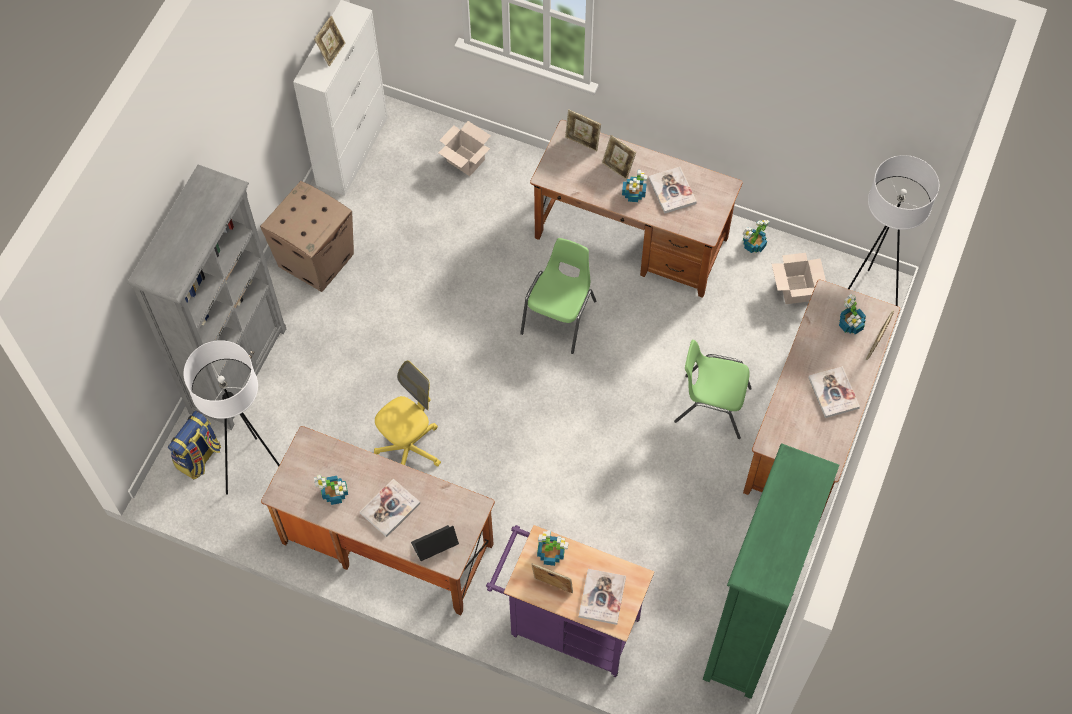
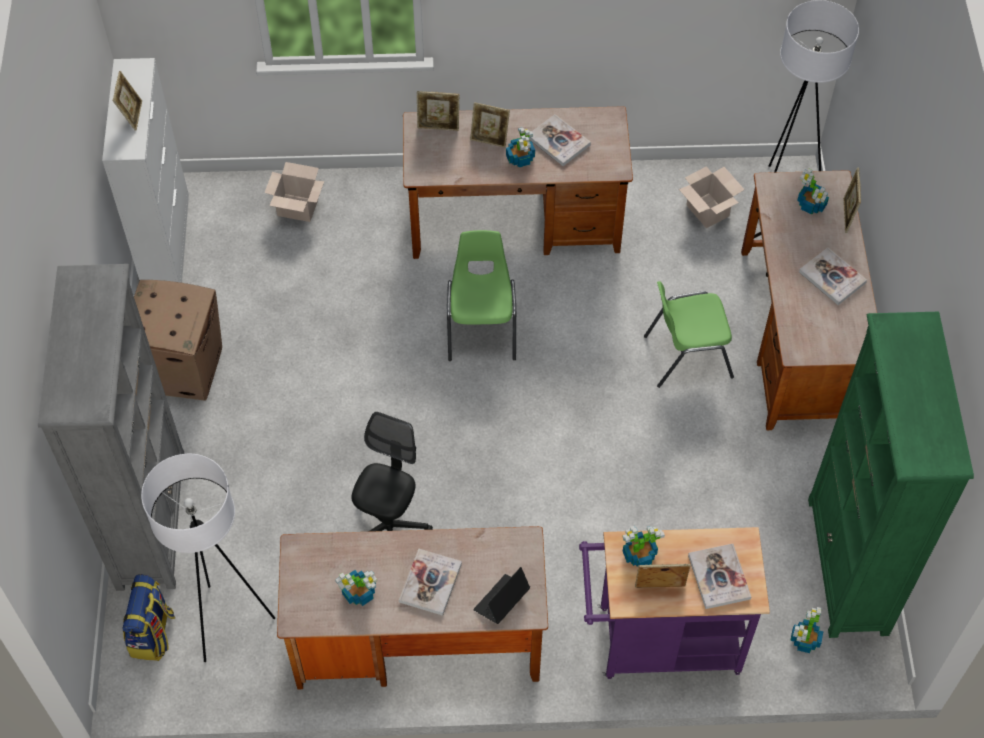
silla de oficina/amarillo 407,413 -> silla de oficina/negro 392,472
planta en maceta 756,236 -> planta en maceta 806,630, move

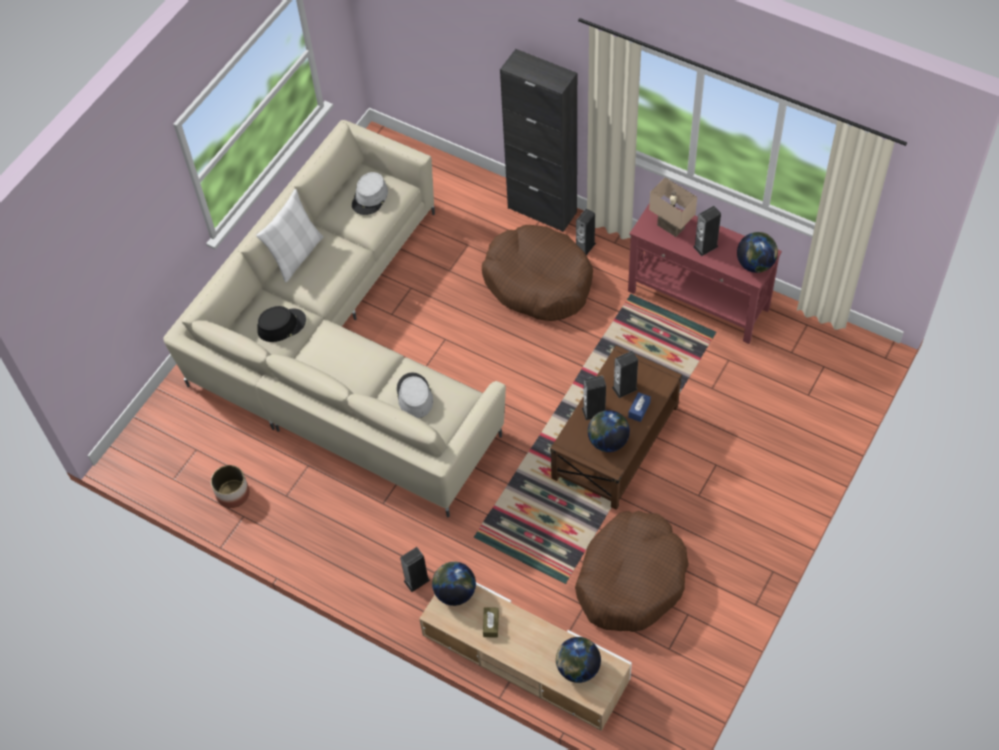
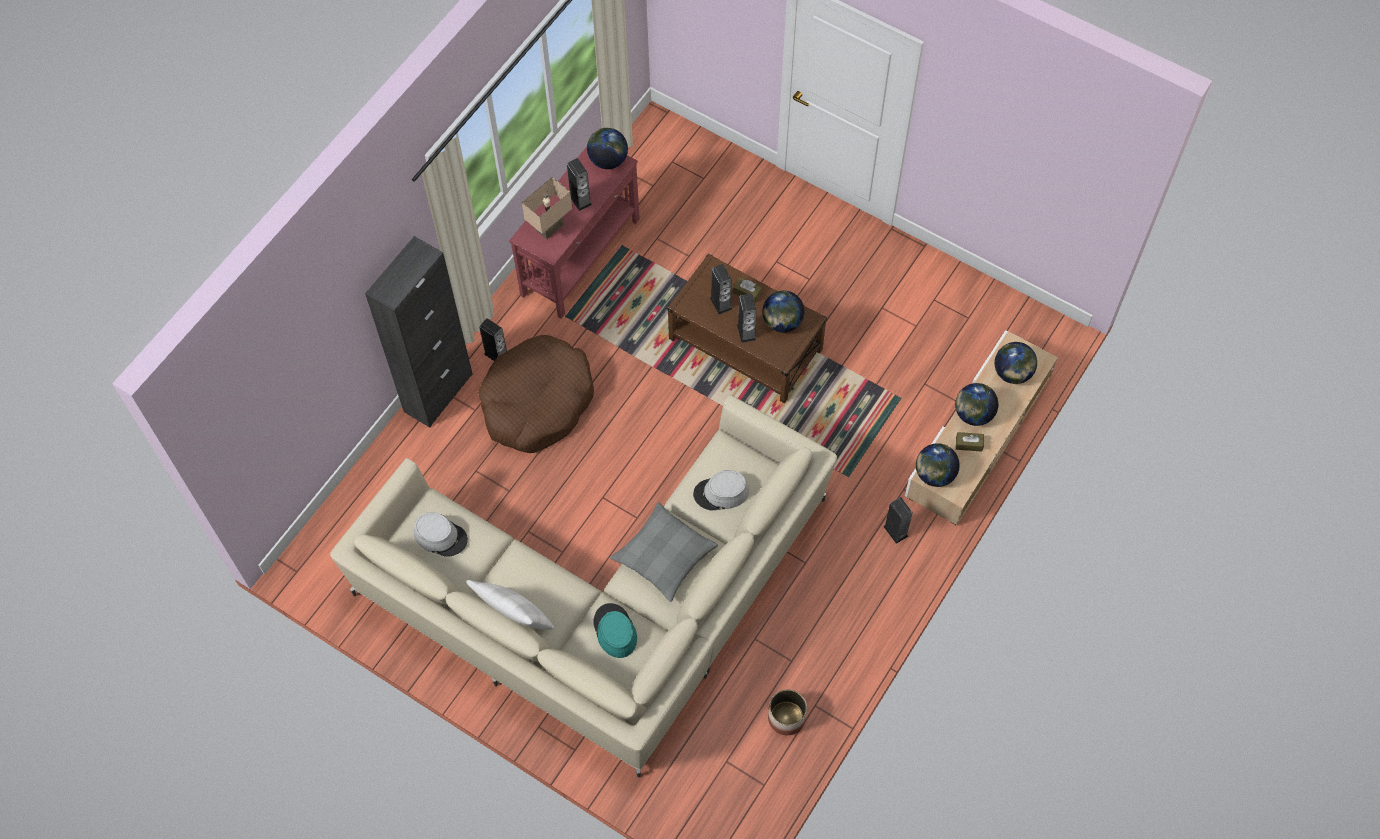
sombrero/negro 281,324 -> sombrero/turquesa 615,630
none -> cojín/gris 664,552
caja de pañuelos/azul 639,407 -> caja de pañuelos/marrón 747,290
none -> globo terráqueo 976,404
cama para perro/marrón 632,571 -> none

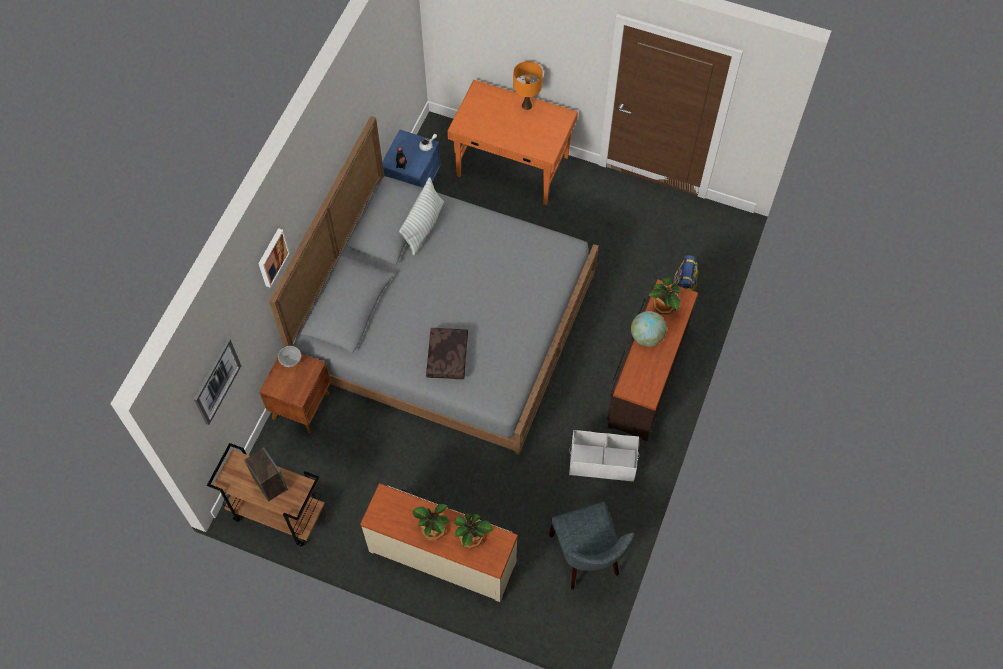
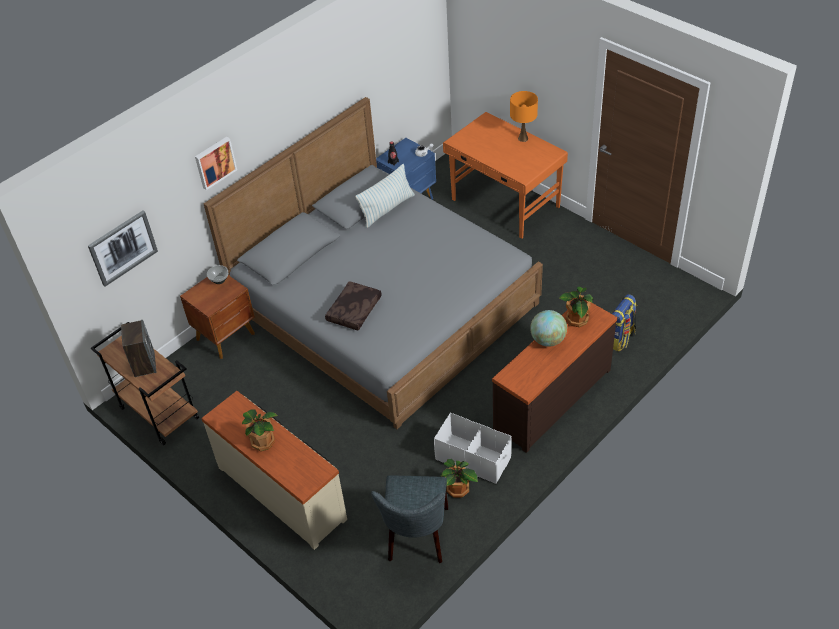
planta en maceta 473,531 -> planta en maceta 459,478, move

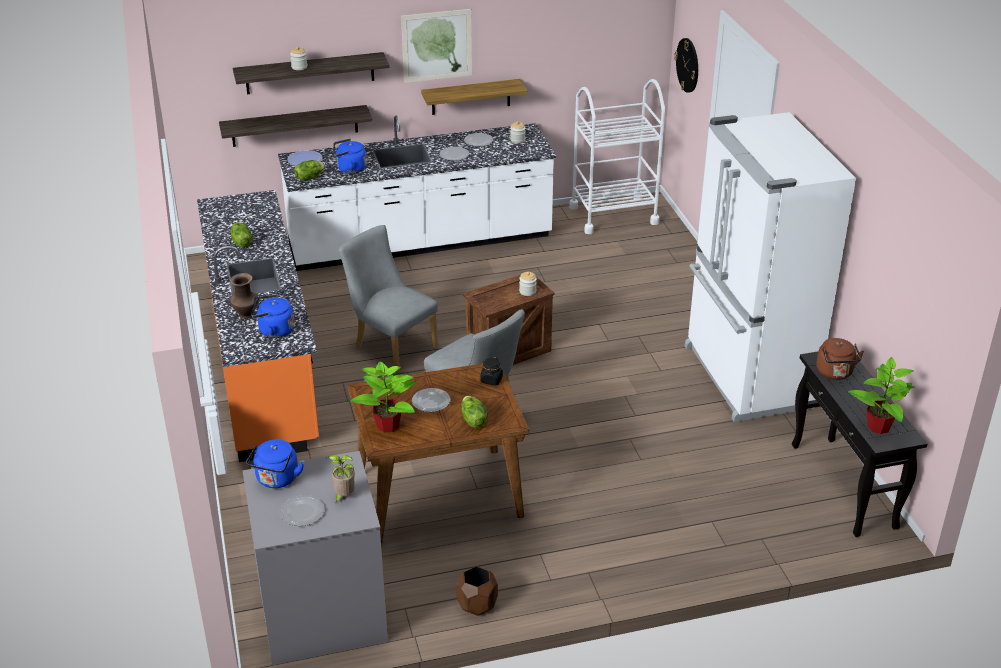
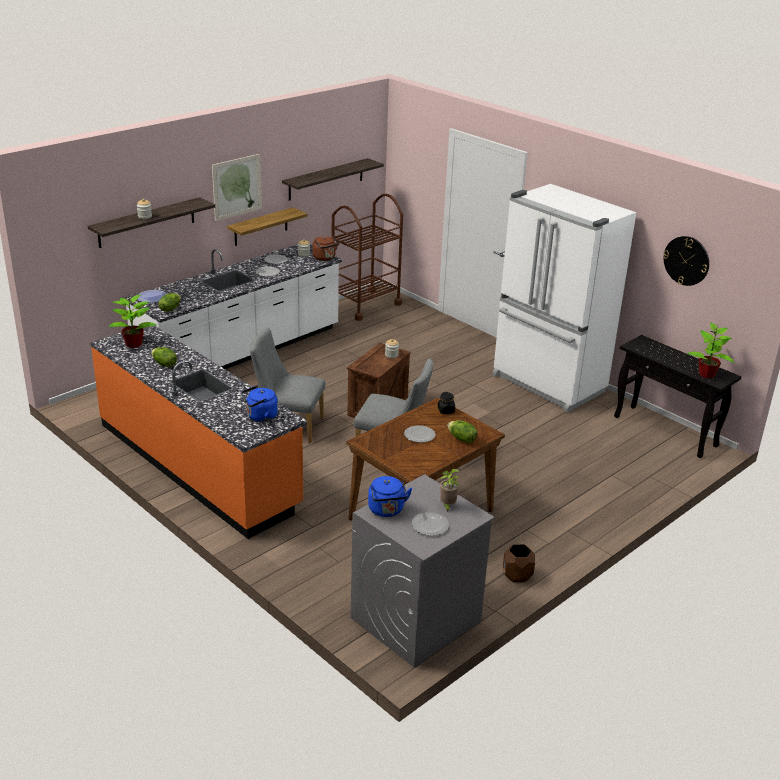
planta en maceta 383,397 -> planta en maceta 132,321, move
estante 295,126 -> estante 333,179, move
hervidor/marrón 840,359 -> hervidor/marrón 326,248, move
carrito/blanco 617,156 -> carrito/marrón 367,257
reloj de pared 686,65 -> reloj de pared 686,261, move
florero/marrón 244,296 -> none
hervidor/azul 350,156 -> none

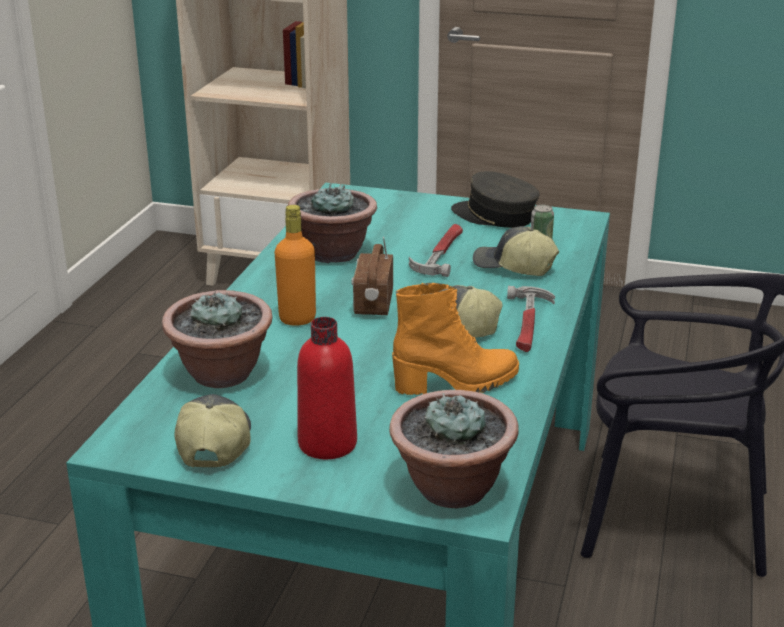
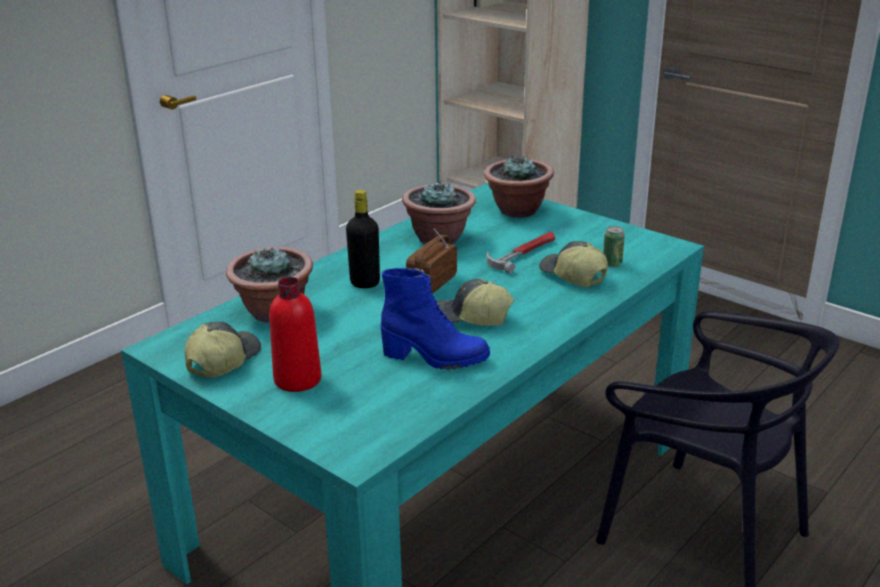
botella/naranja 295,265 -> botella/negro 363,239
bota/naranja 455,339 -> bota/azul 435,319
planta en maceta 454,449 -> planta en maceta 519,186, move
gorra/gris 495,199 -> none
martillo 531,319 -> none

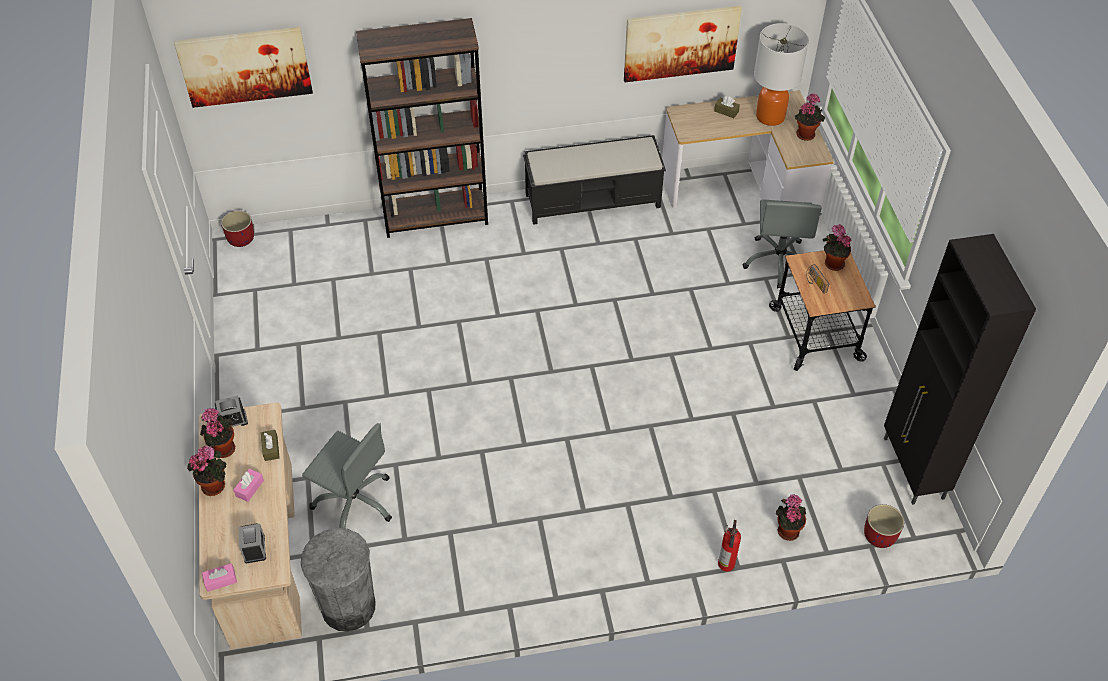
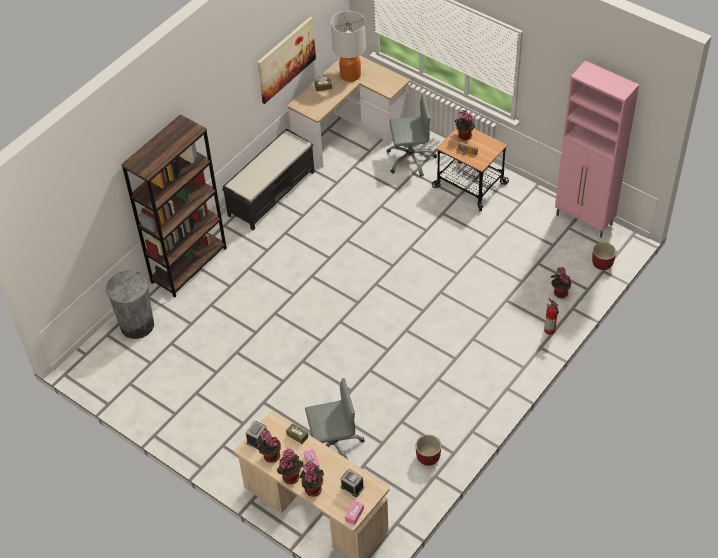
papelera/gris 338,580 -> papelera/gris 130,305, move
planta en maceta 810,117 -> planta en maceta 312,479, move
silla de oficina/gris 782,244 -> silla de oficina/gris 411,135, 60 degrees counterclockwise
maceta/rojo 237,229 -> maceta/rojo 428,450, move
armario/negro 960,369 -> armario/rosa 597,149
cuadro 243,67 -> none

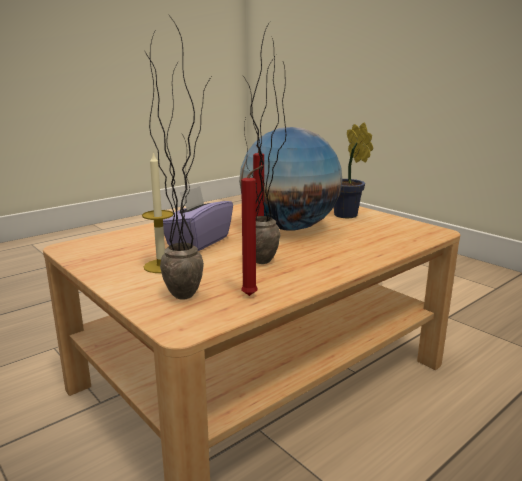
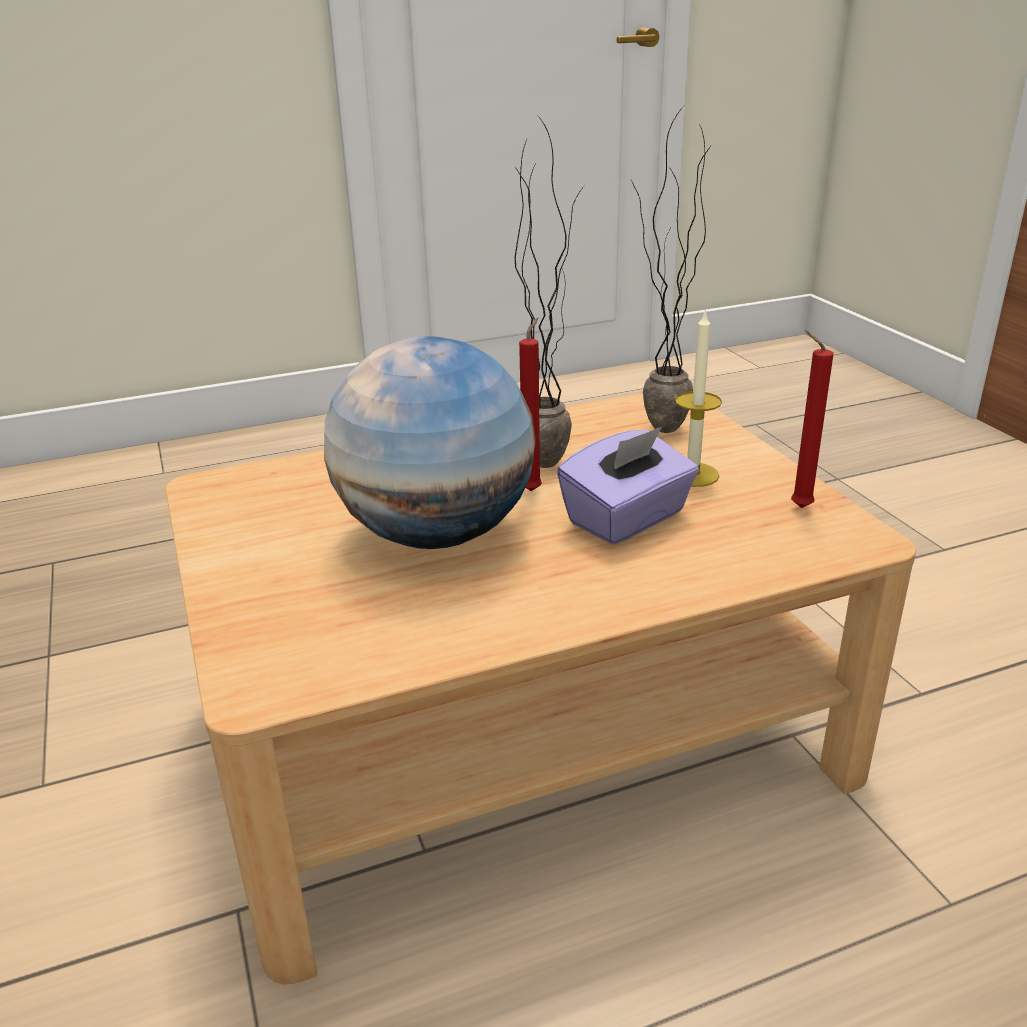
vela/rojo 252,230 -> vela/rojo 812,419, move
planta en maceta 353,170 -> none

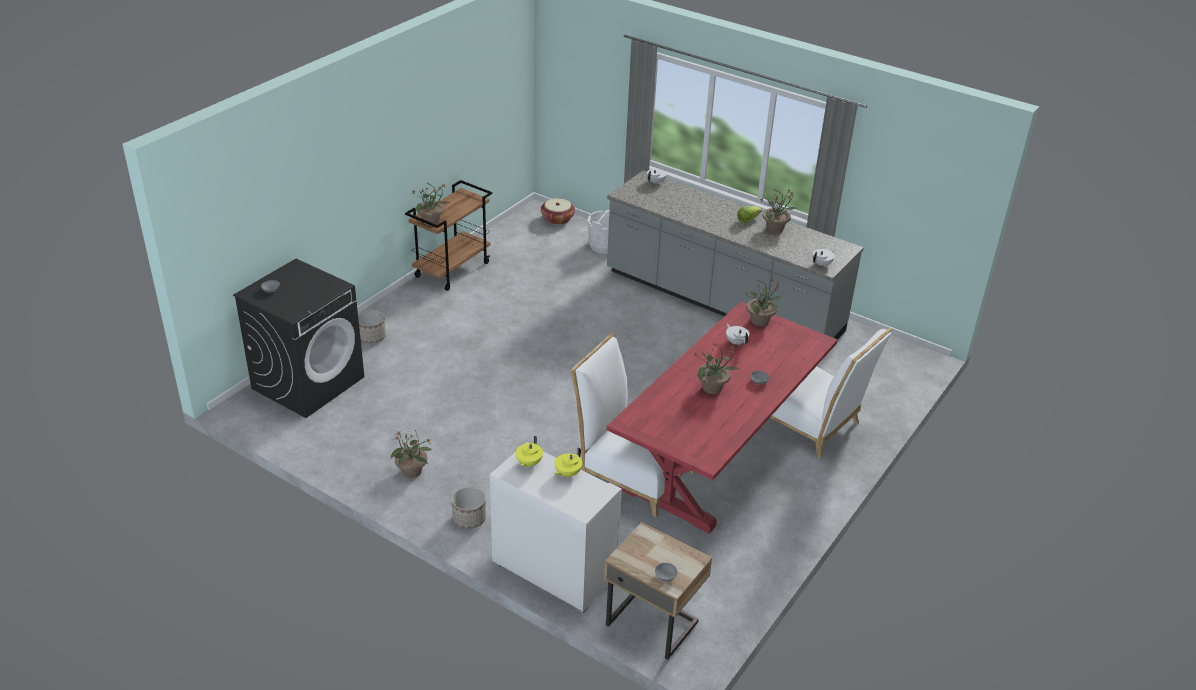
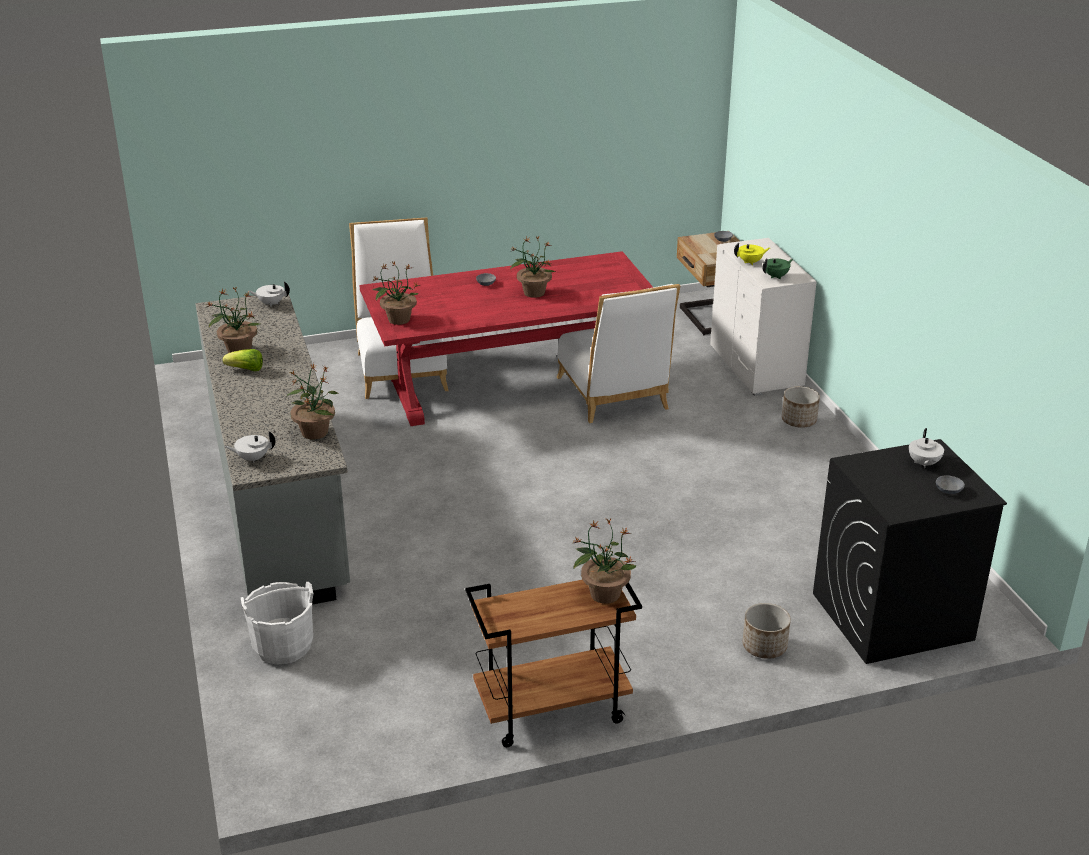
planta en maceta 411,453 -> planta en maceta 312,401, move
tetera/amarillo 529,452 -> tetera/verde 778,268
tetera/blanco 737,334 -> tetera/blanco 926,448, move
cesta 558,211 -> none

